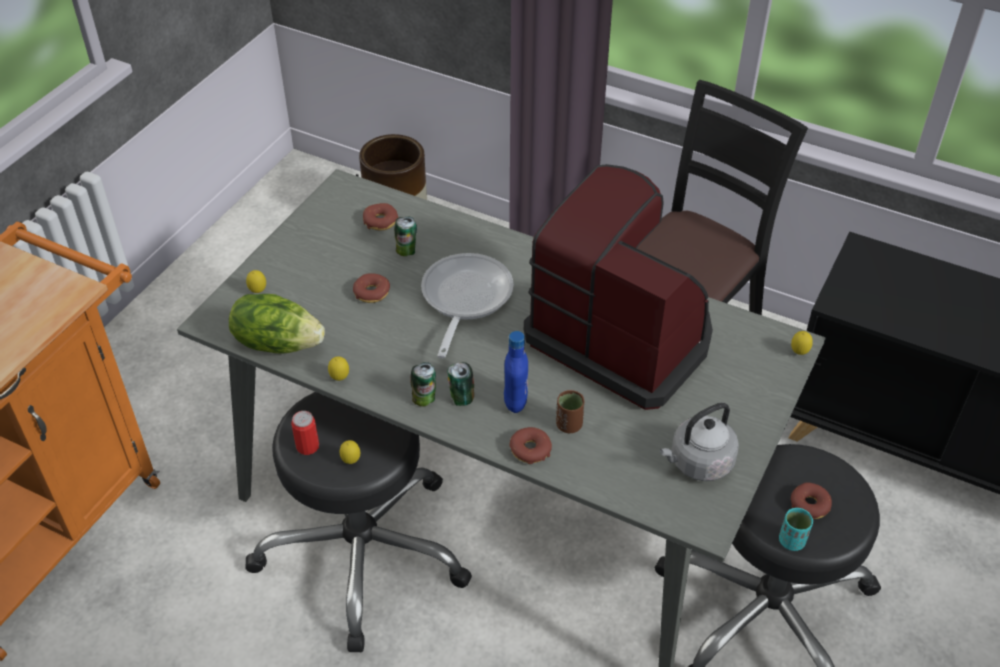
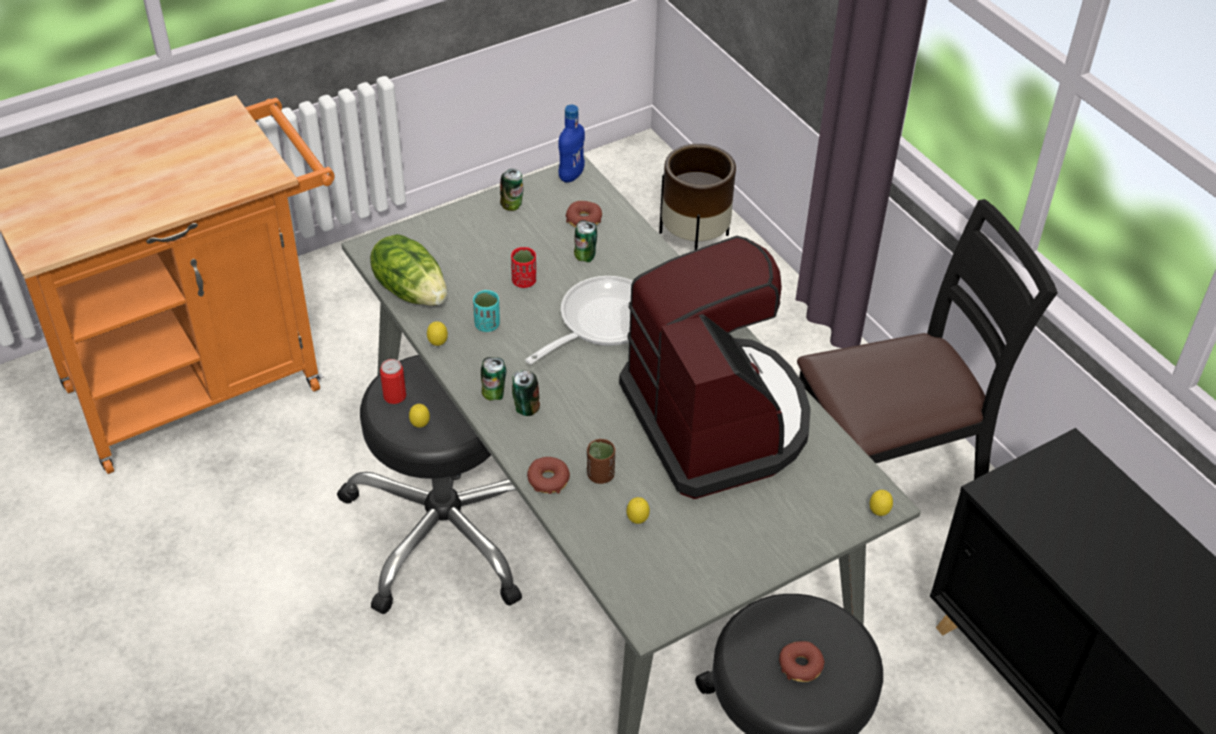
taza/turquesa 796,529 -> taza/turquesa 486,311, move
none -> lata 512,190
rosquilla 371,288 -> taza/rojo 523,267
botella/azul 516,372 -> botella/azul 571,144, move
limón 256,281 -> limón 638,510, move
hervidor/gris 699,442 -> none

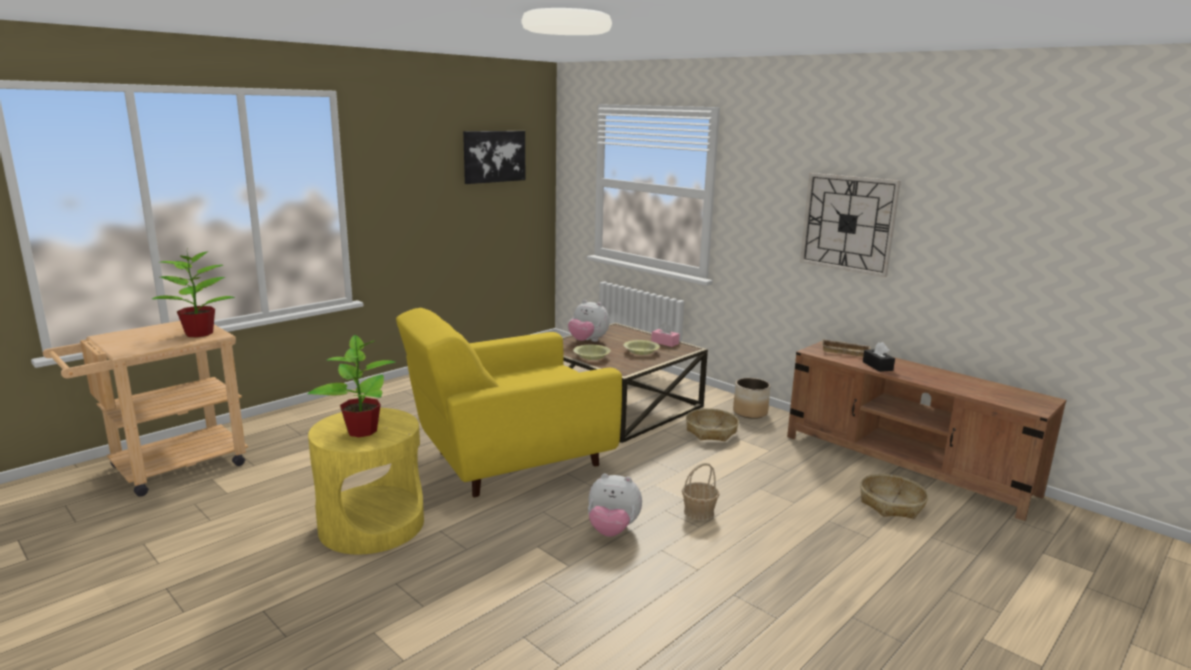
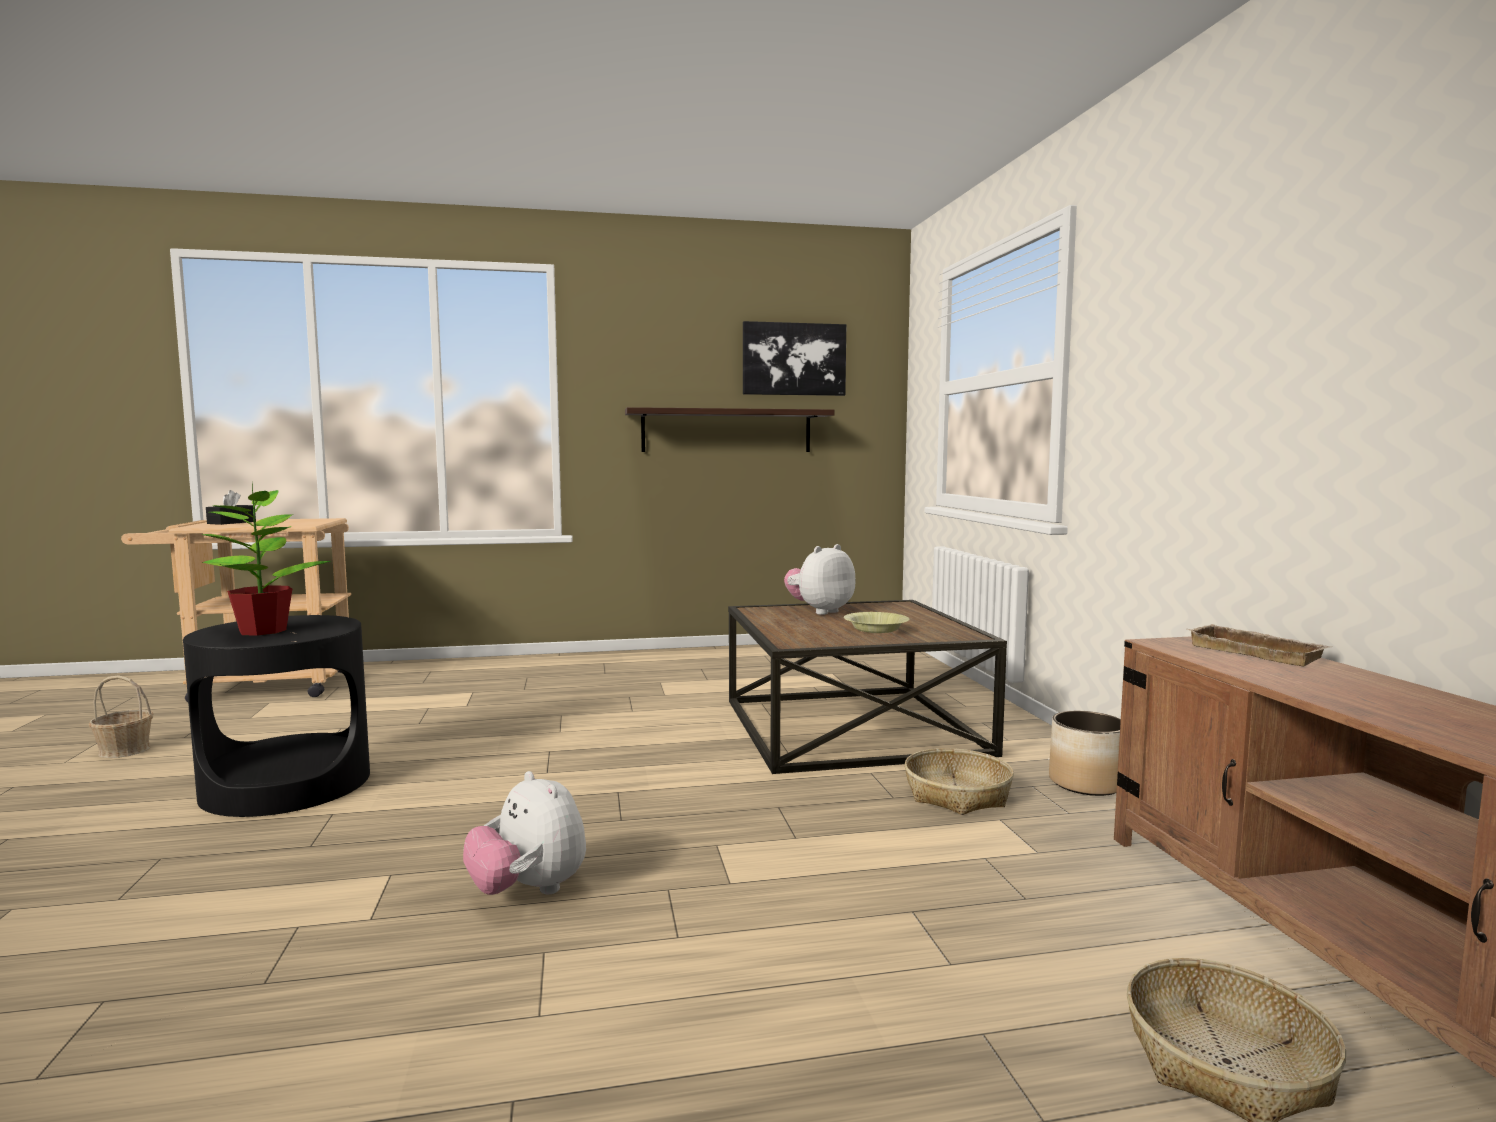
cesta 701,492 -> cesta 121,716, move
mesa auxiliar/amarillo 366,481 -> mesa auxiliar/negro 276,716
caja de pañuelos/negro 879,357 -> caja de pañuelos/negro 231,507, move
none -> estante 730,429
peluche 588,321 -> peluche 820,579, 75 degrees clockwise
planta en maceta 193,292 -> none
sillón/amarillo 509,403 -> none
cuenco/amarillo 592,352 -> none
caja de pañuelos/rosa 665,335 -> none
reloj de pared 850,225 -> none

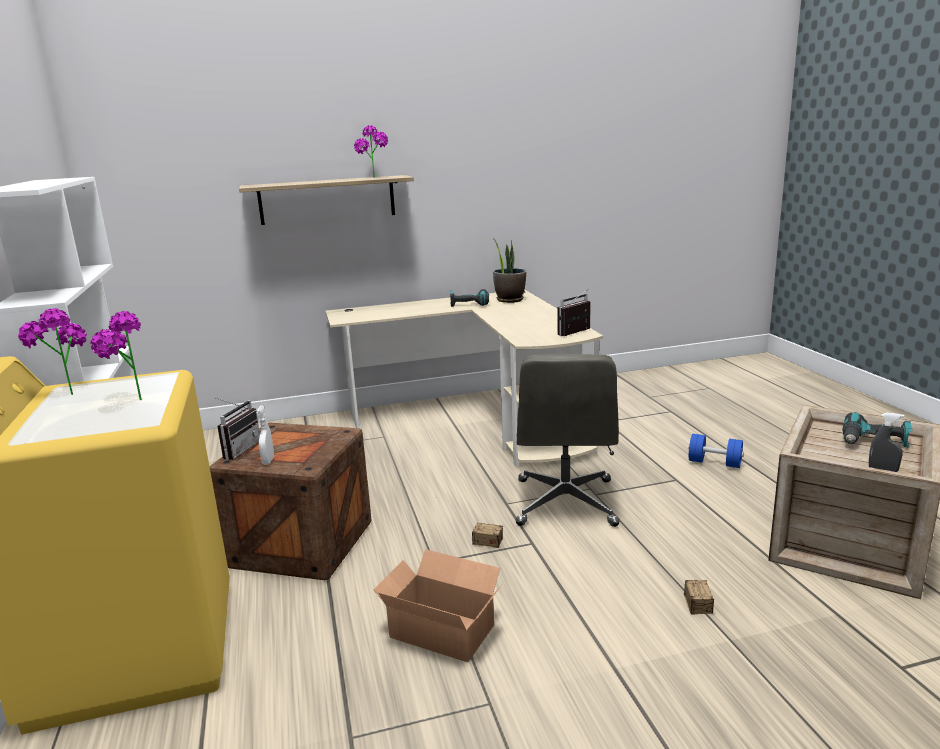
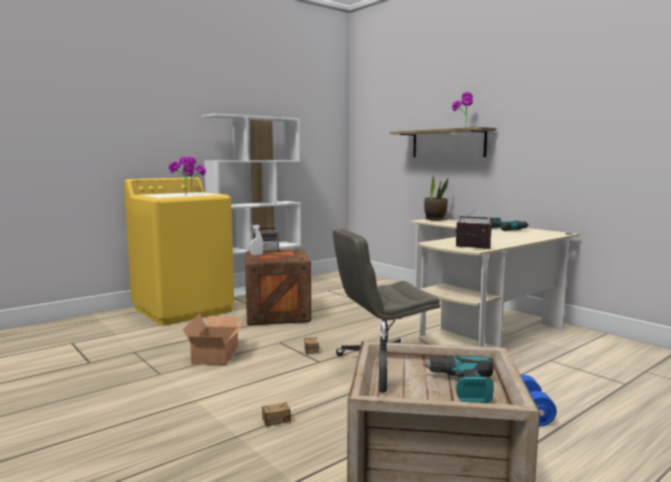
planta en maceta 509,271 -> planta en maceta 436,198, move

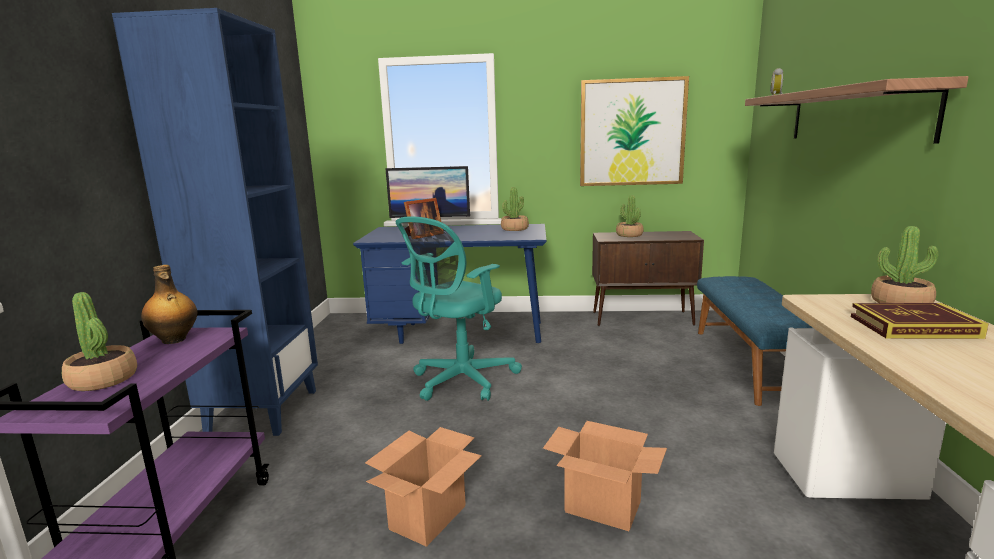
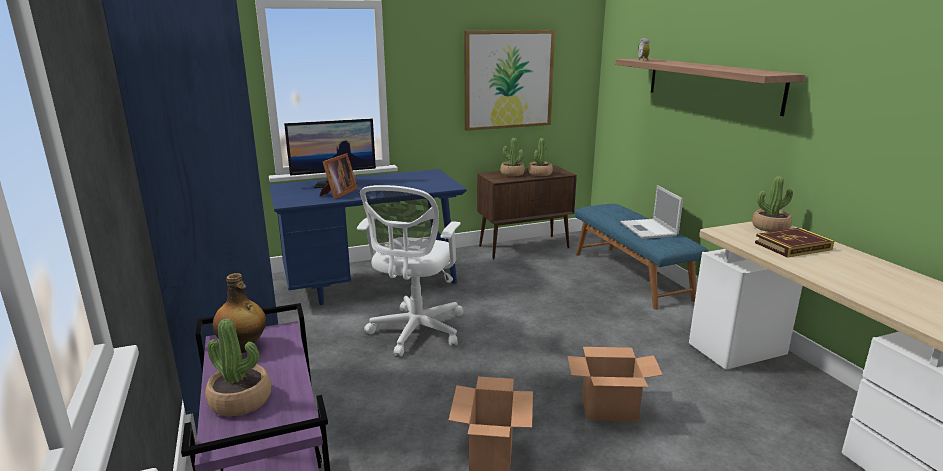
silla de oficina/turquesa 459,308 -> silla de oficina/blanco 410,271
planta en maceta 515,209 -> planta en maceta 540,157, move
none -> portátil 652,212

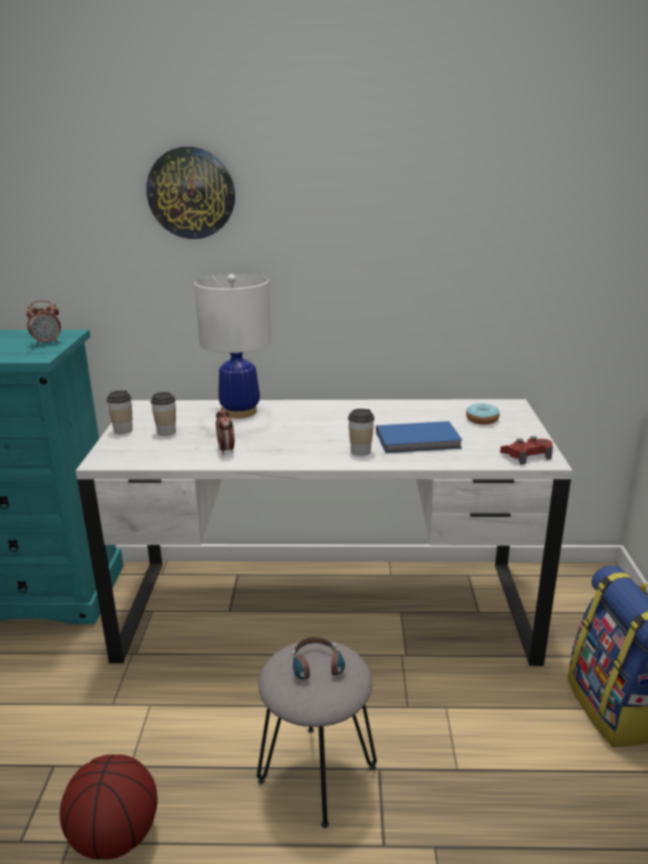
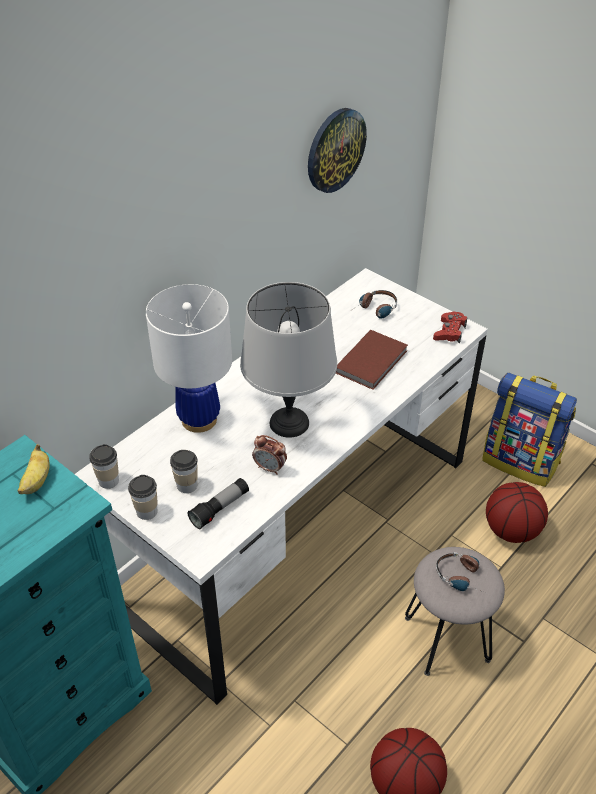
despertador 43,322 -> plátano 33,469
taza 361,432 -> taza 104,466, move
none -> linterna 218,503
none -> lámpara de mesa/gris 288,360
reloj de pared 190,193 -> reloj de pared 337,150, move
libro/azul 419,437 -> libro/marrón 372,360
rosquilla 483,414 -> auriculares 376,304
none -> balón de baloncesto 517,512

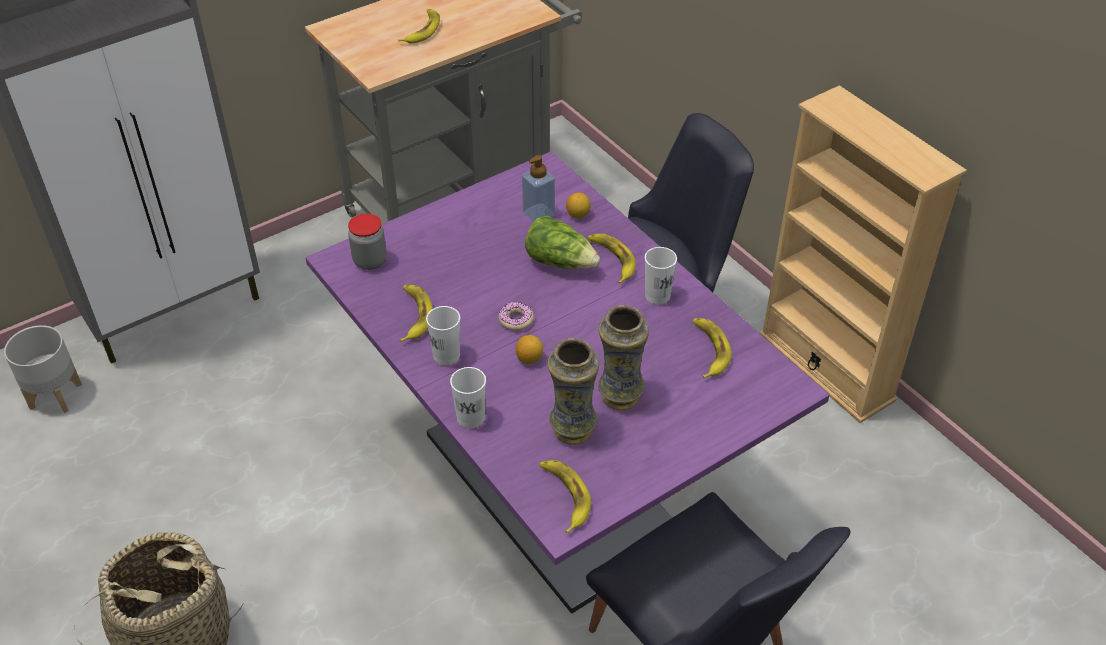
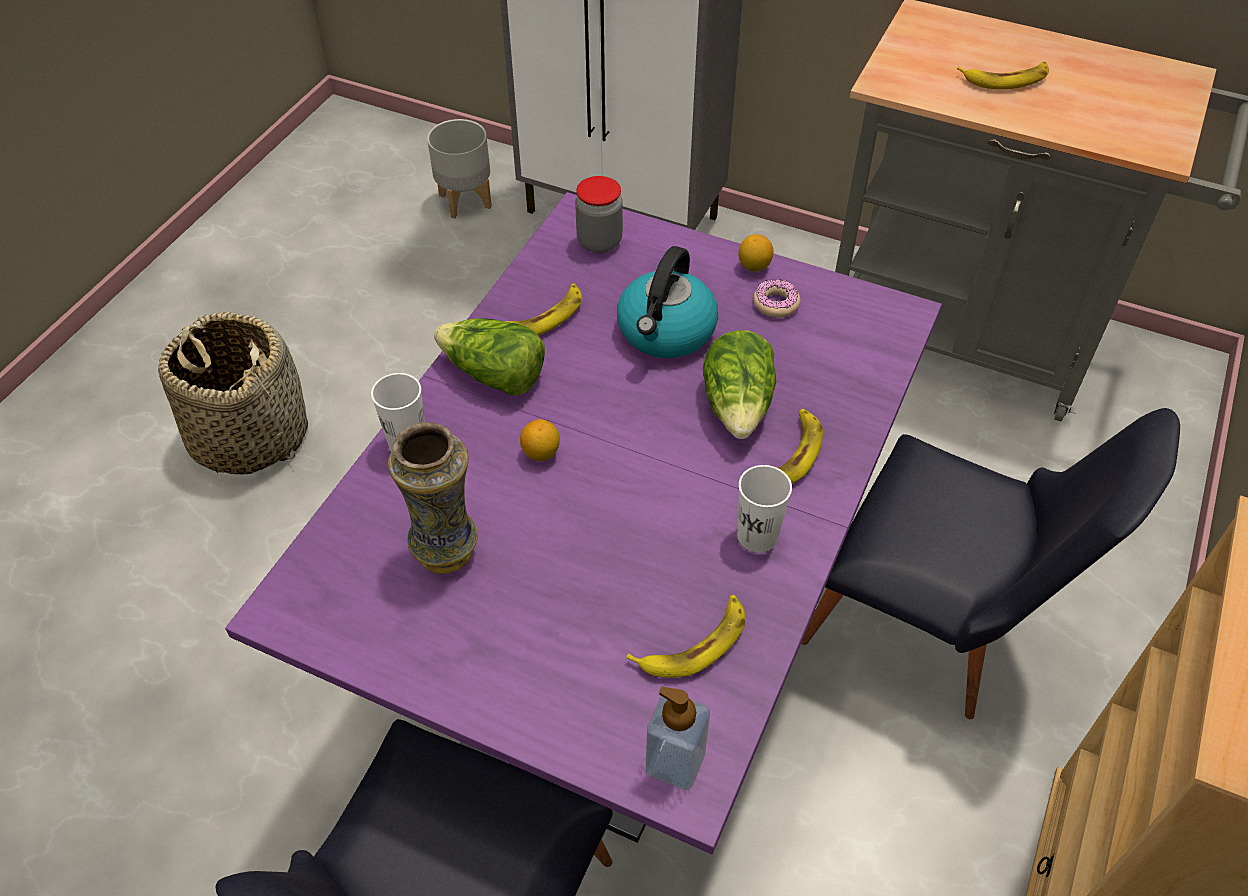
taza/blanco 443,335 -> lechuga 489,357
none -> hervidor 667,302
dispensador de jabón 538,188 -> dispensador de jabón 678,738, move
limón 578,205 -> limón 756,252, move
rosquilla 516,316 -> rosquilla 777,298, move
plátano 565,496 -> none
florero 623,357 -> none

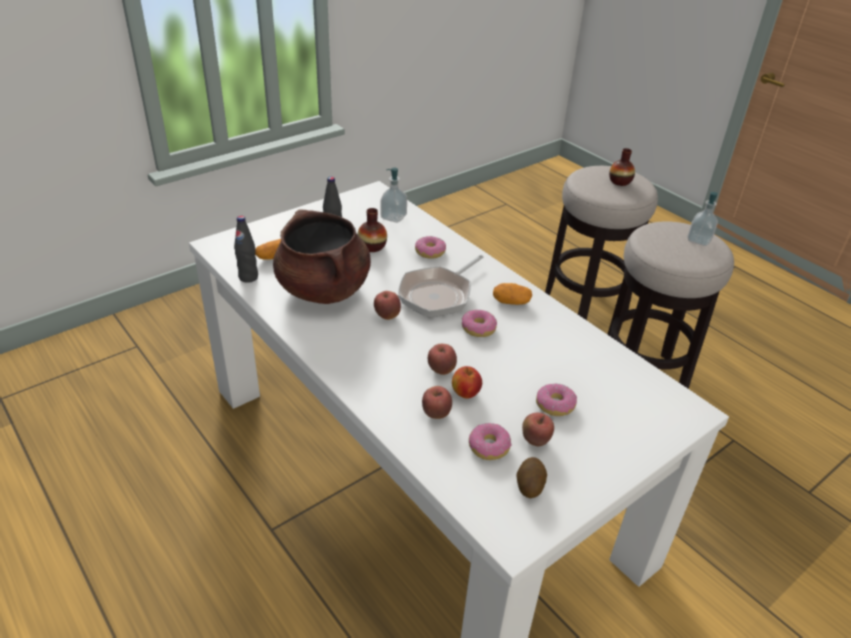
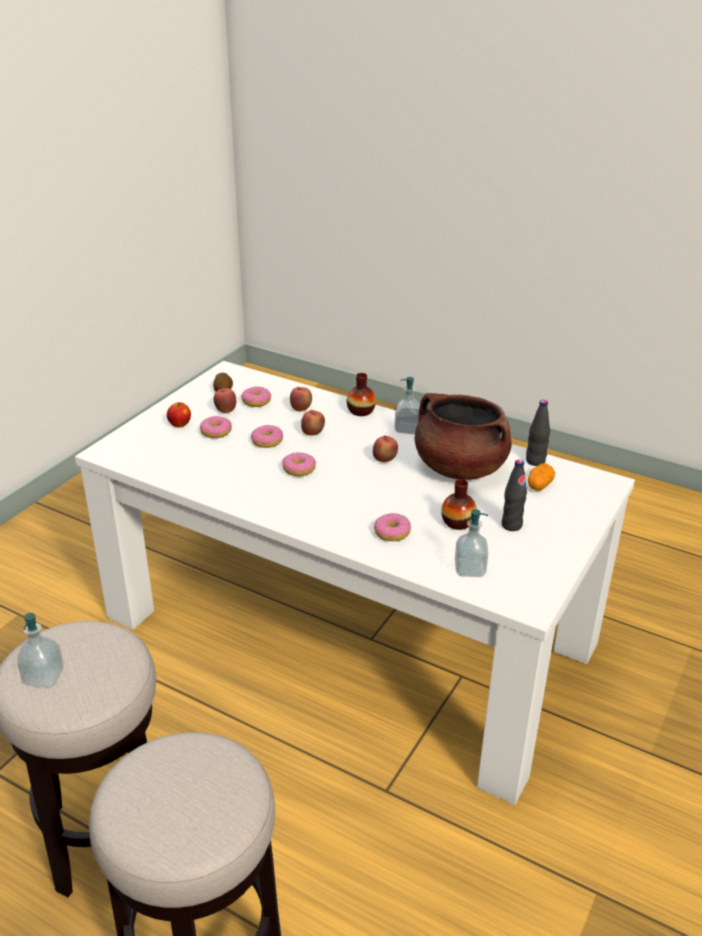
manzana 467,382 -> manzana 179,414, move
none -> rosquilla 267,436
florero 622,167 -> florero 361,394, move
none -> dispensador de jabón 407,406
sartén 441,286 -> none
patata 512,294 -> none

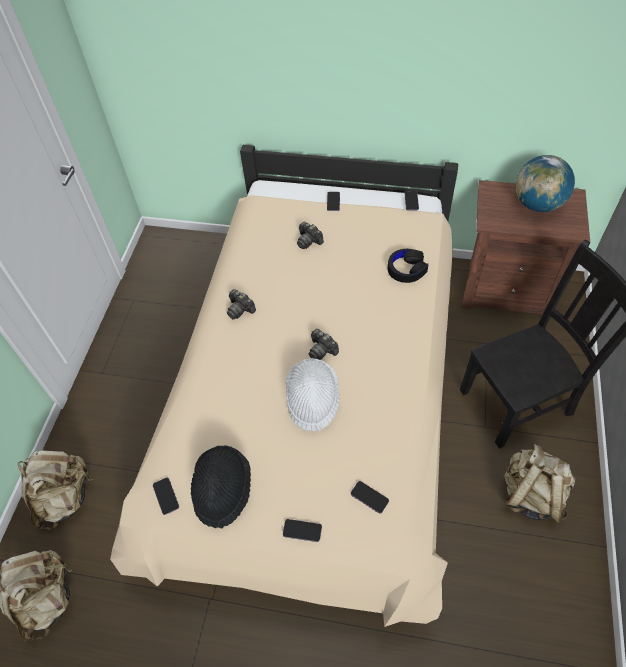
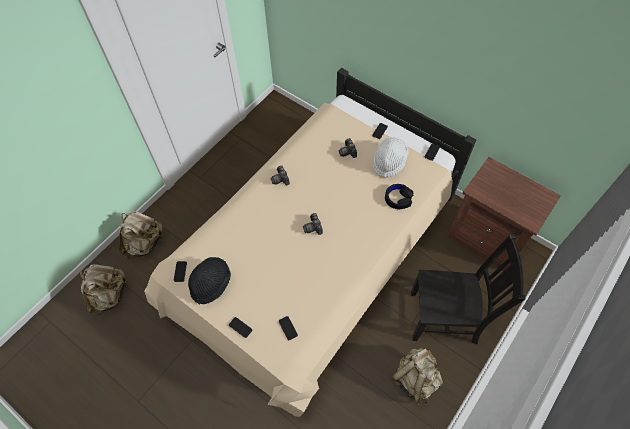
sombrero/blanco 313,395 -> sombrero/blanco 391,157, move
globo terráqueo 545,183 -> none

